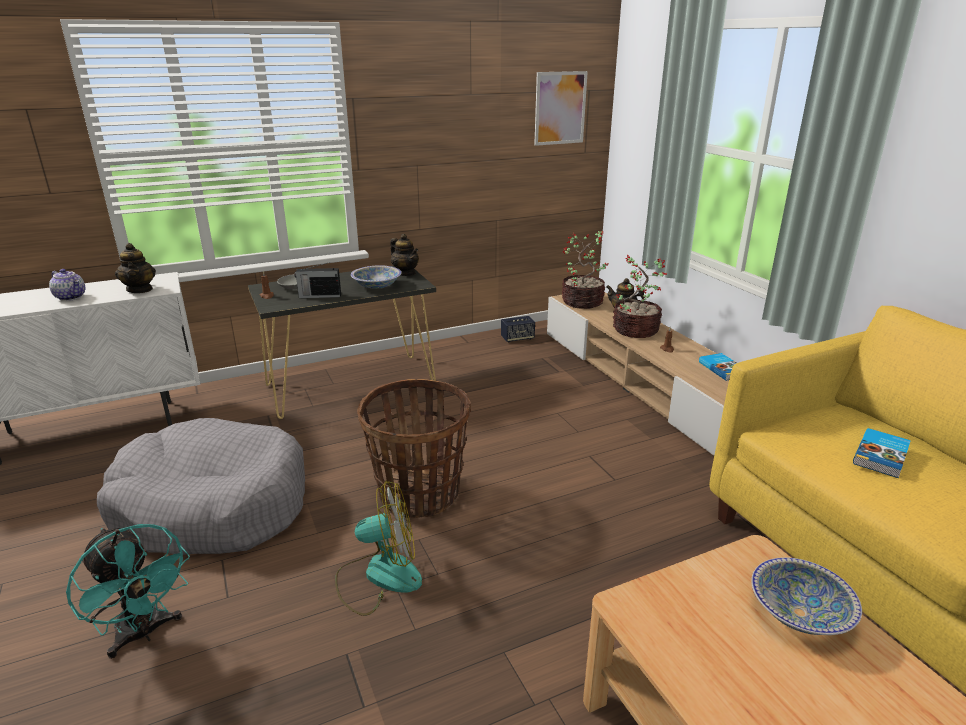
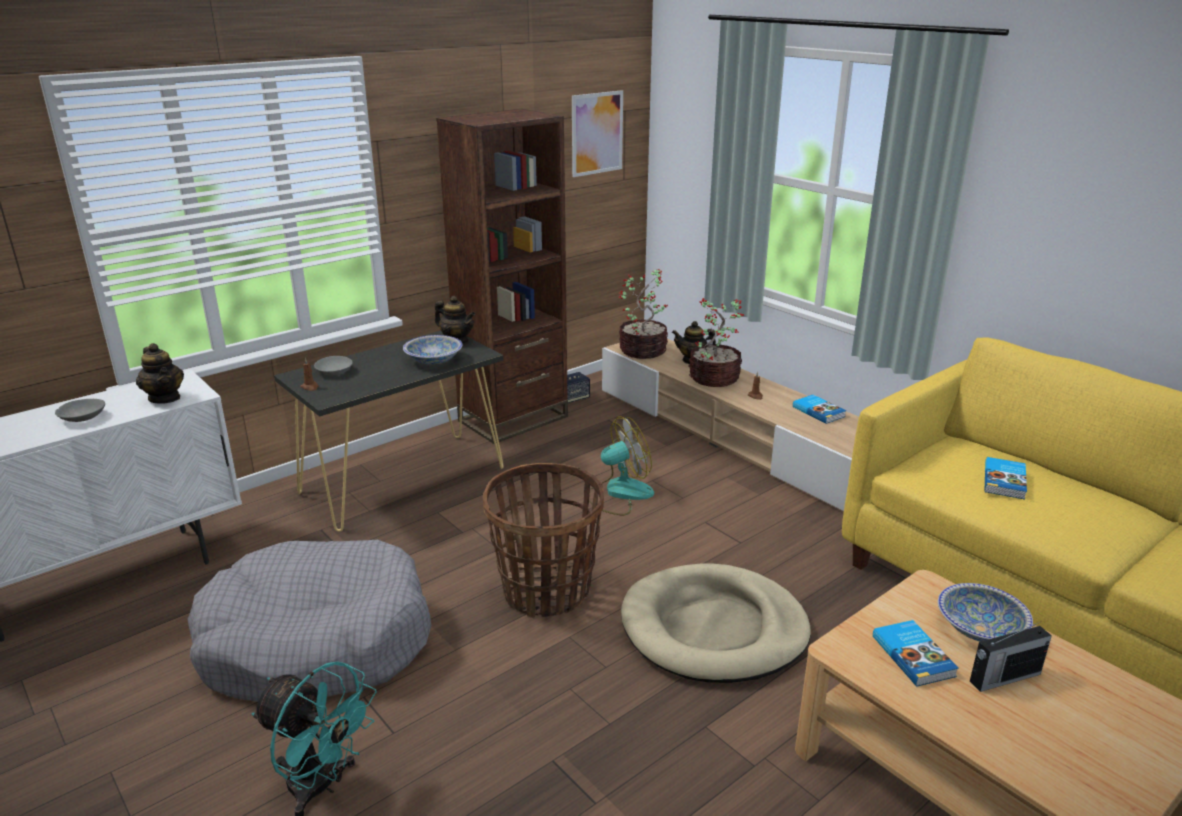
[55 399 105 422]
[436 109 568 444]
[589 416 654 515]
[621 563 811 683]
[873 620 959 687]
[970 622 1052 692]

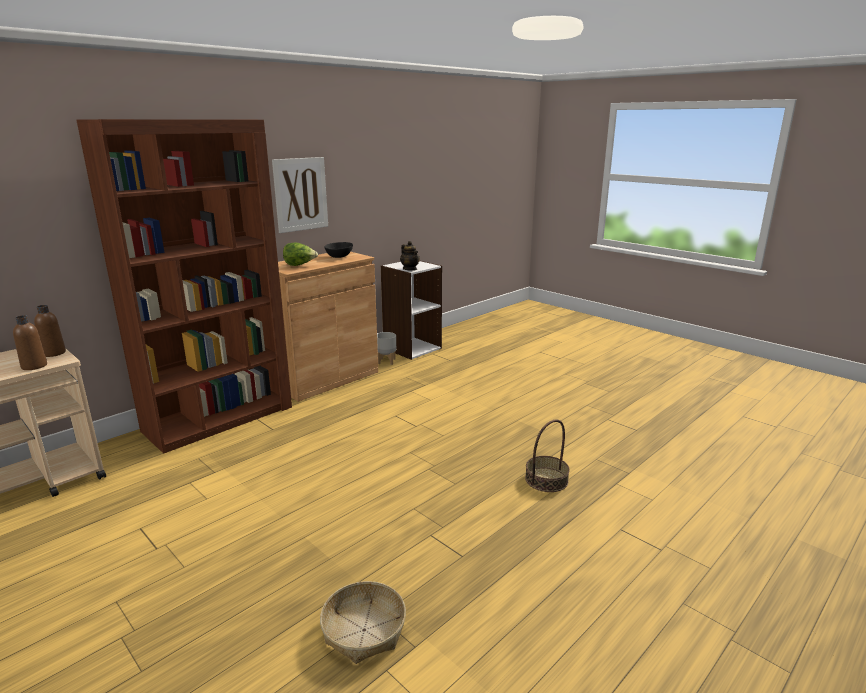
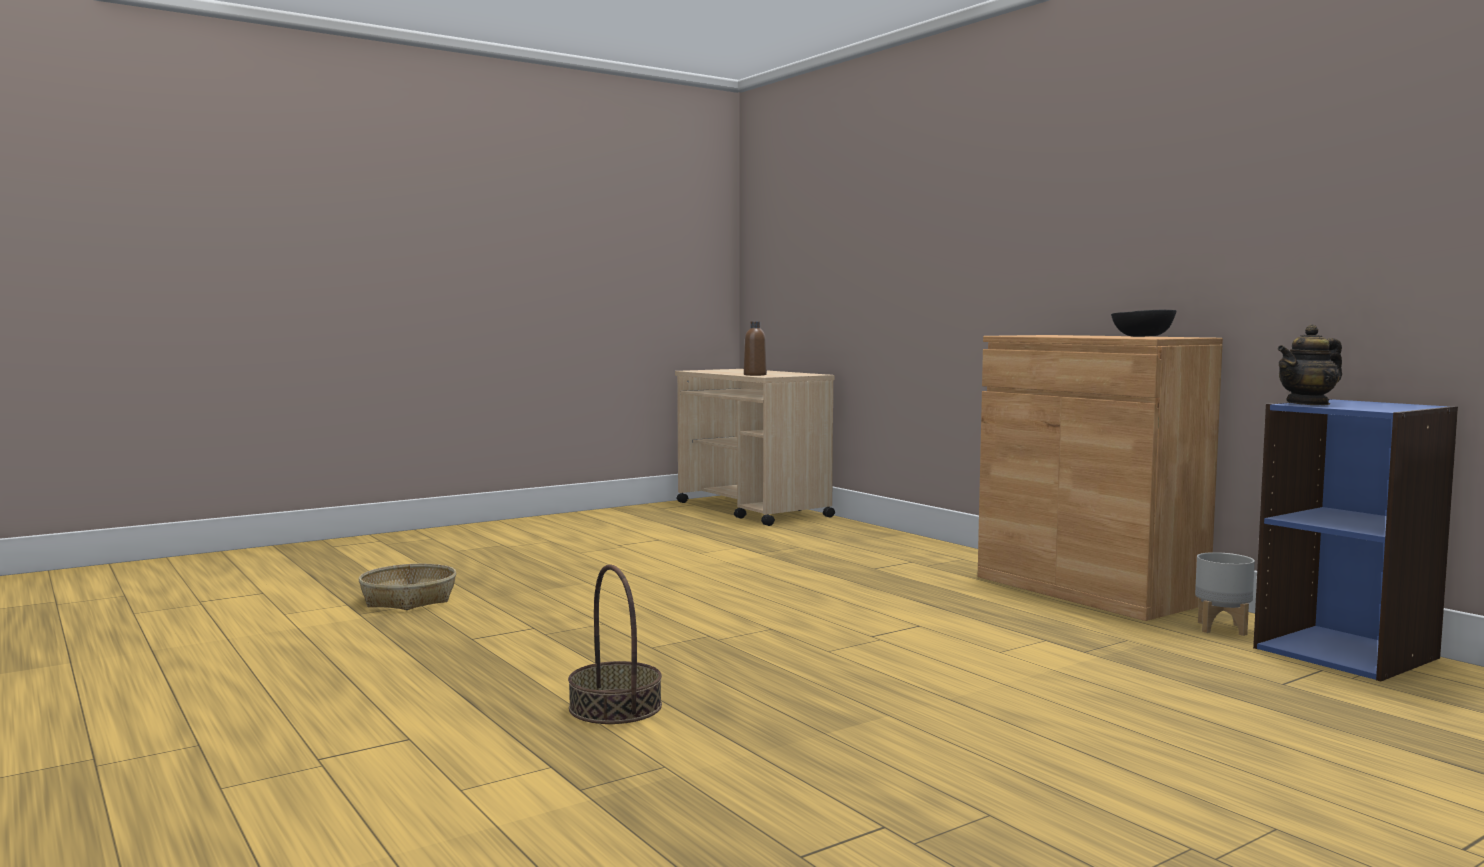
[1253 399 1458 681]
[34 305 66 357] (first image)
[76 119 292 454] (first image)
[272 157 328 233] (first image)
[283 242 318 266] (first image)

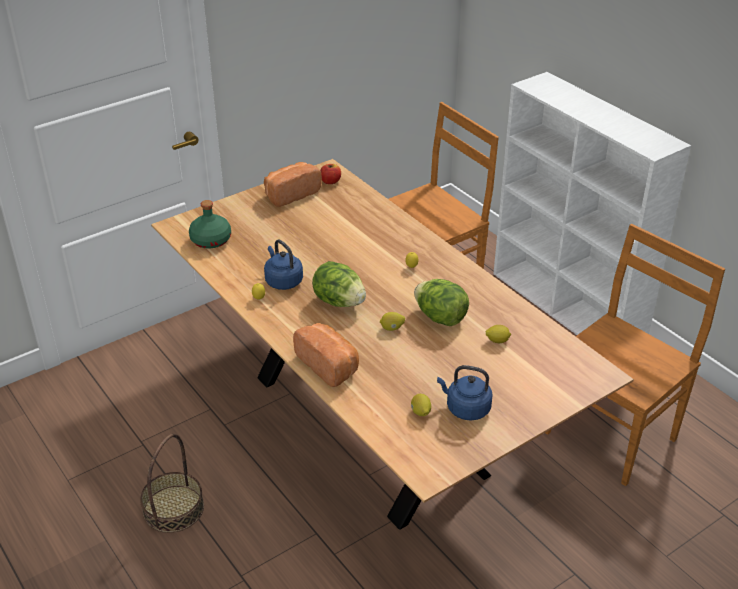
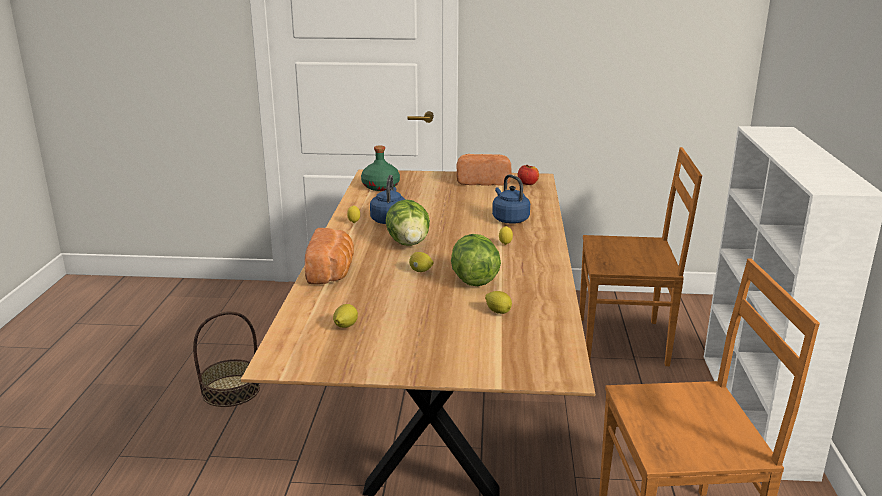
[492 174 530 224]

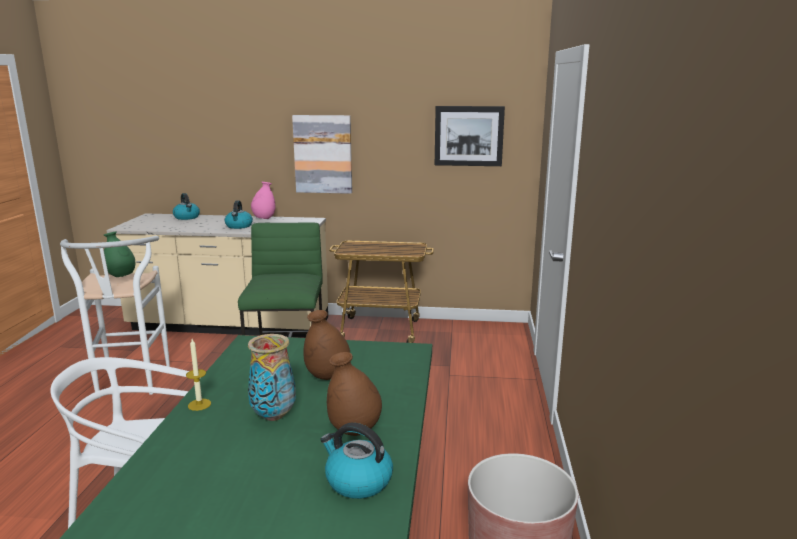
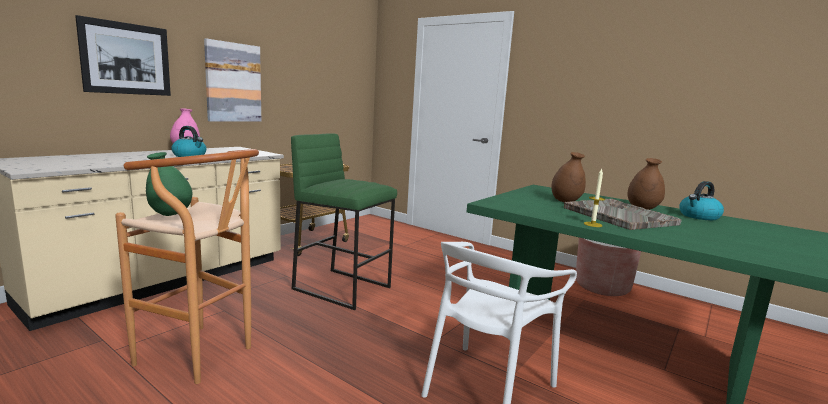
[75 15 171 96]
[115 149 259 384]
[564 199 682 230]
[173 193 200 220] (first image)

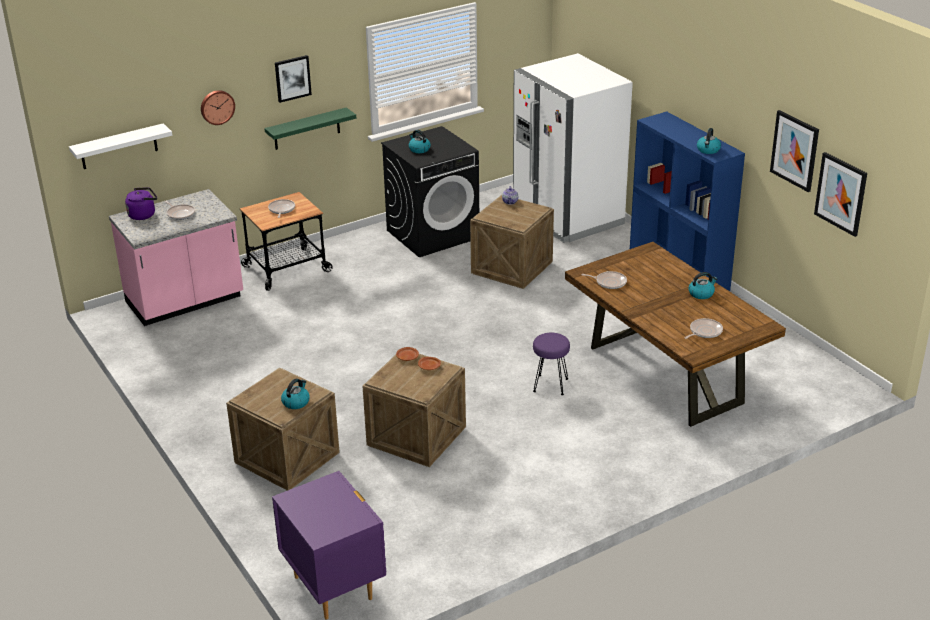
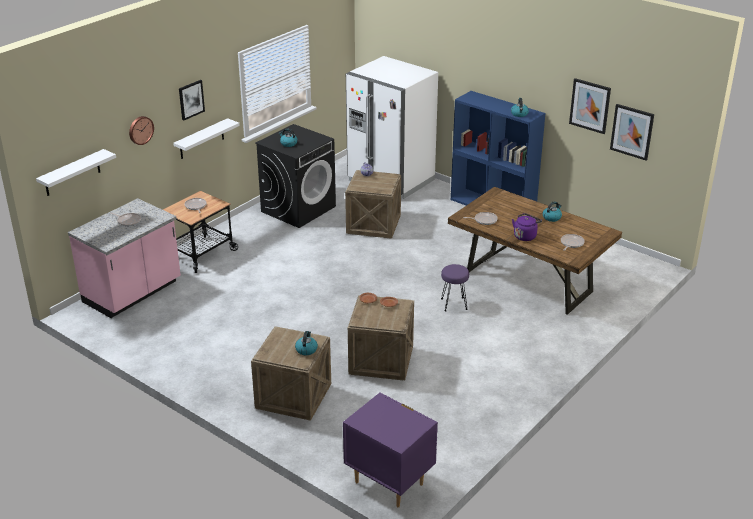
[173 118 240 159]
[512 213 542 241]

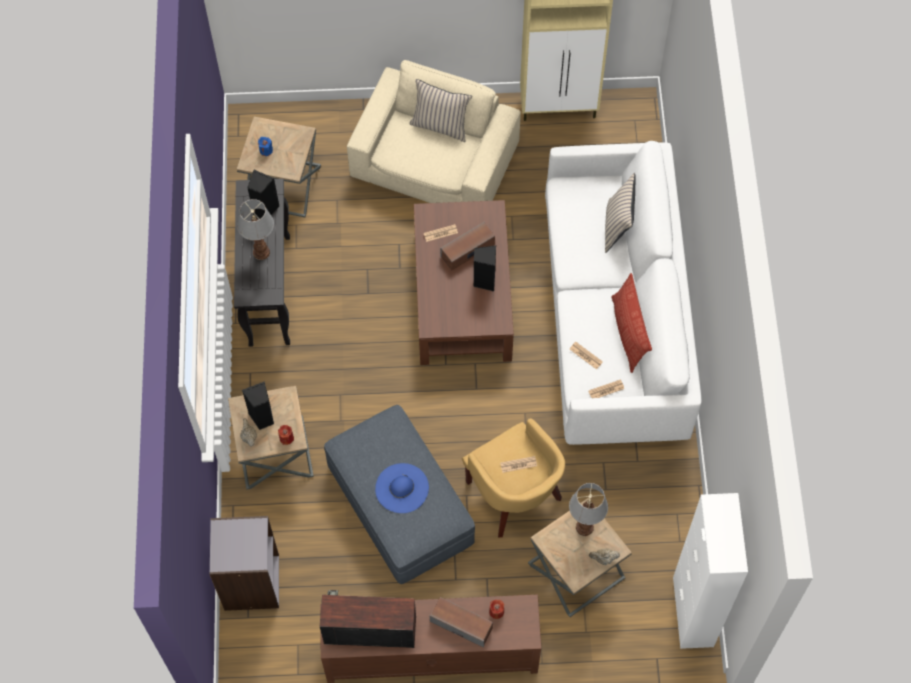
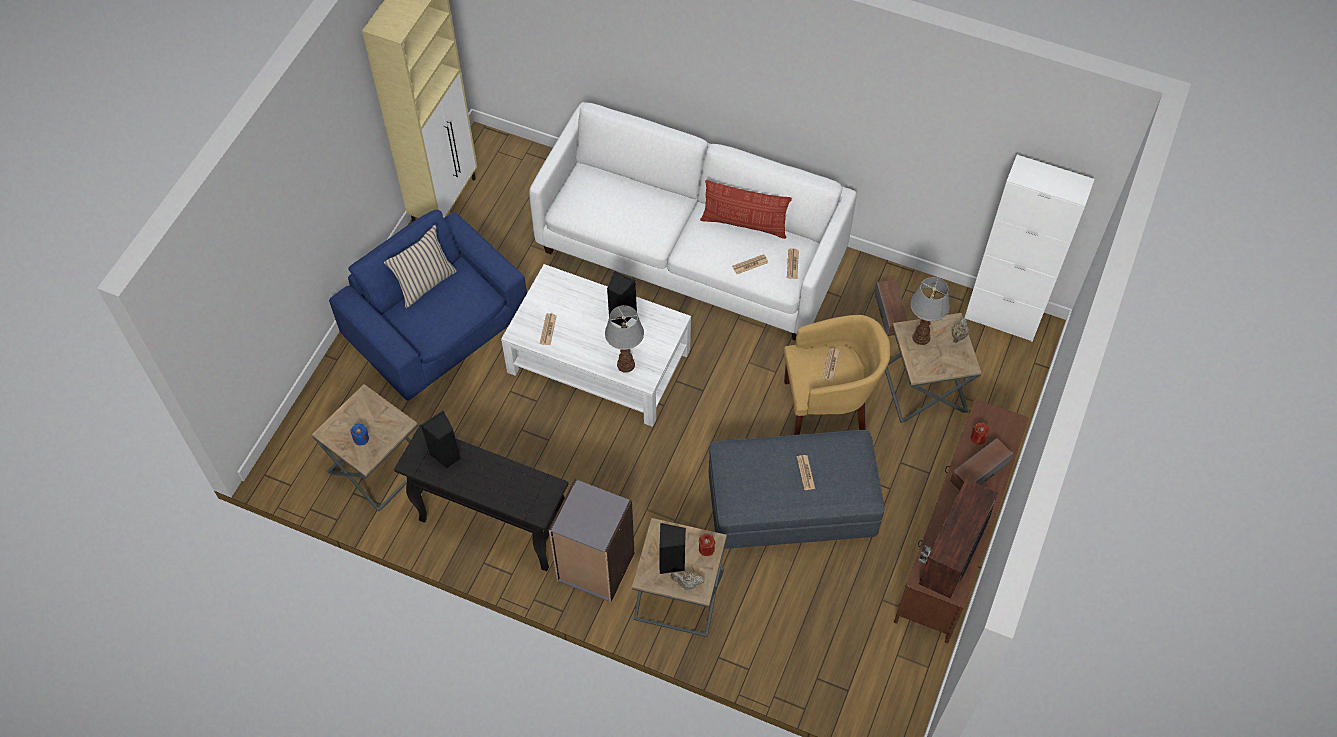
[329 210 527 401]
[501 264 691 427]
[549 479 634 602]
[605 305 644 373]
[797 455 815 490]
[874 280 908 336]
[605 173 636 253] (first image)

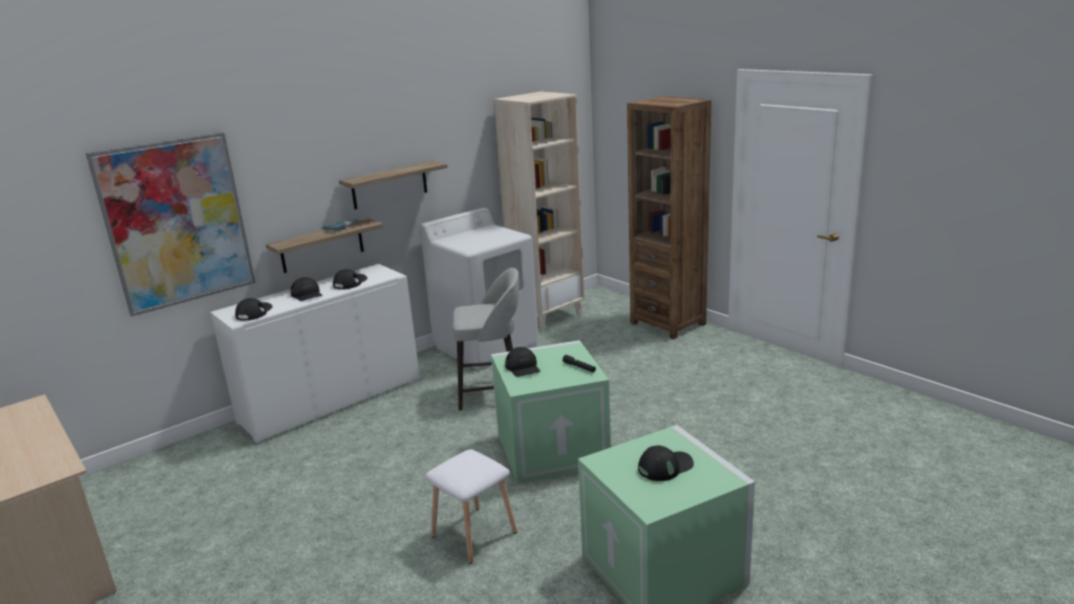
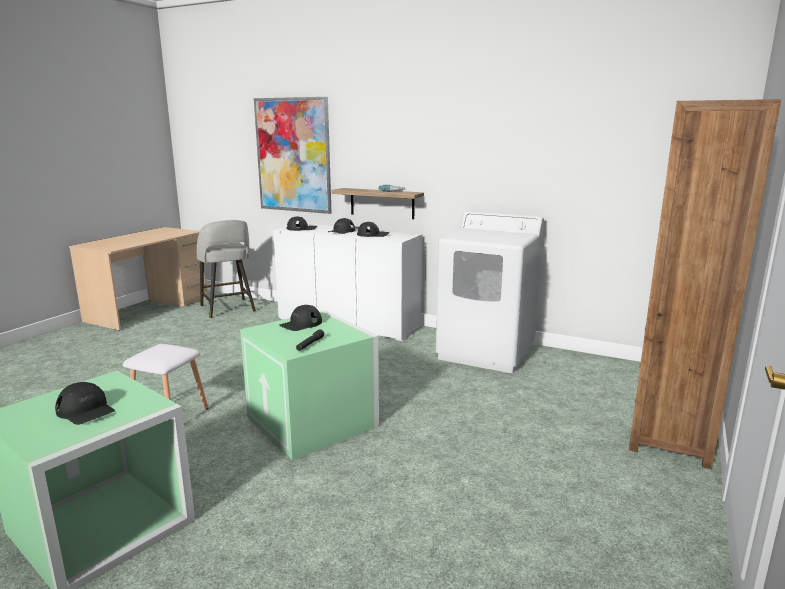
[197 220 256 318]
[339 161 448 209] (first image)
[494 91 585 331] (first image)

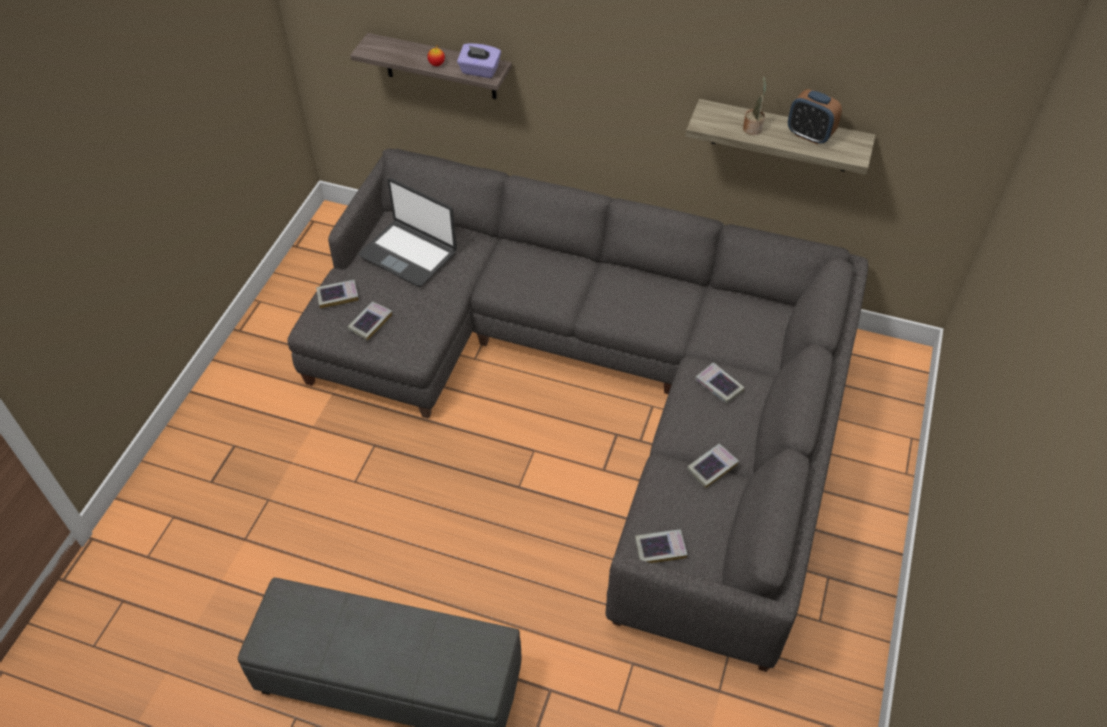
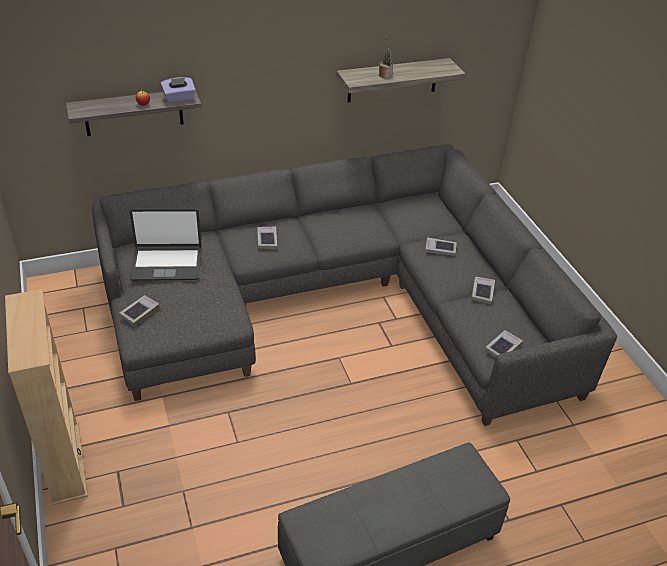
[5 289 88 505]
[257 227 277 249]
[788 89 842 145] (first image)

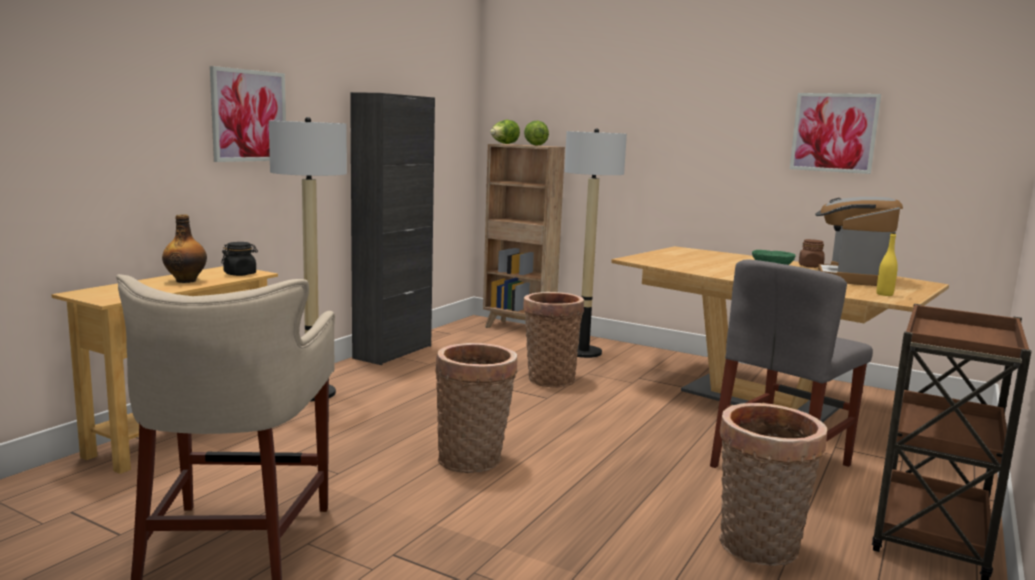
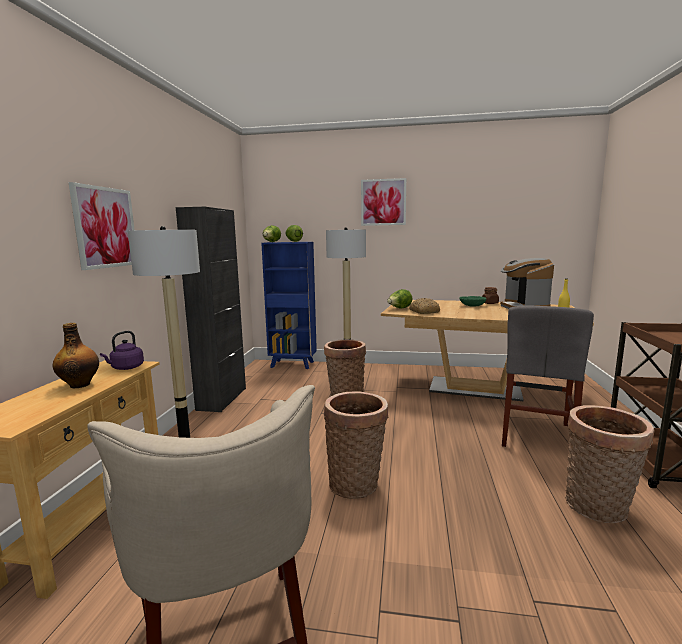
[100 331 144 370]
[261 242 317 369]
[361 178 406 226]
[387 289 412 309]
[409 298 440 314]

